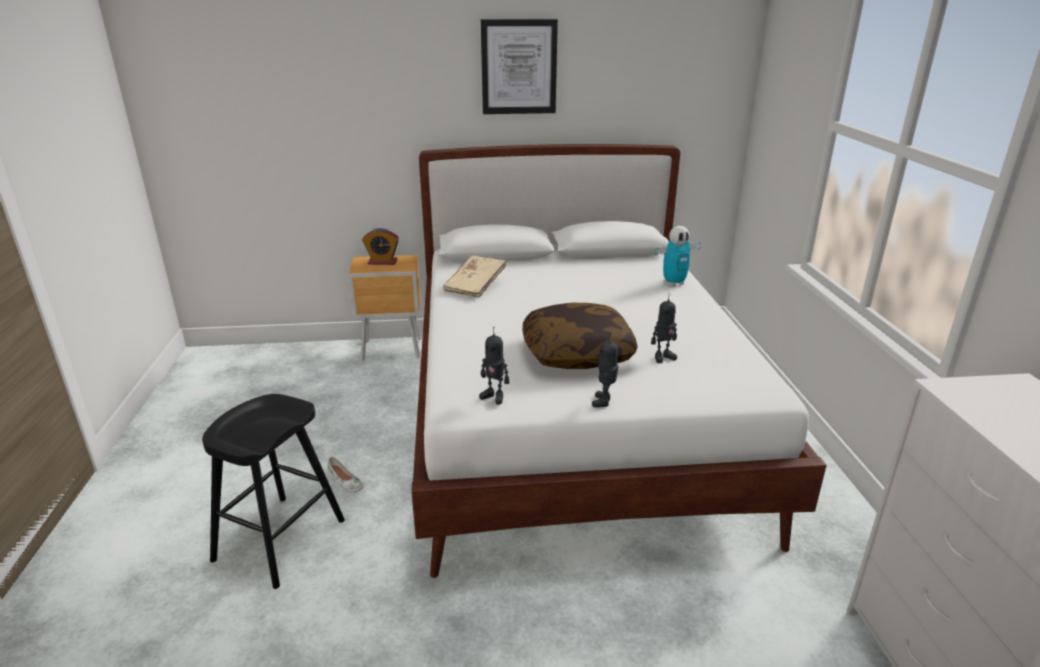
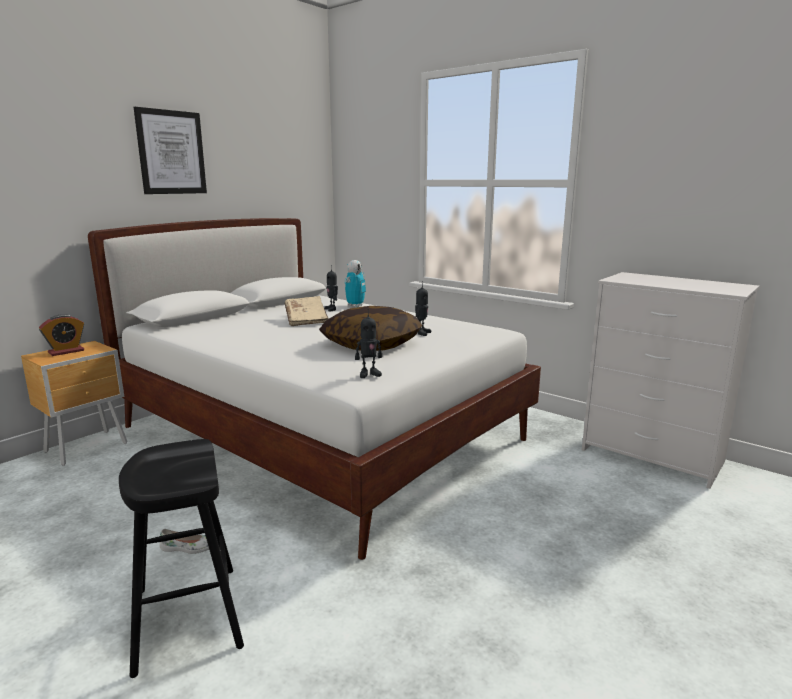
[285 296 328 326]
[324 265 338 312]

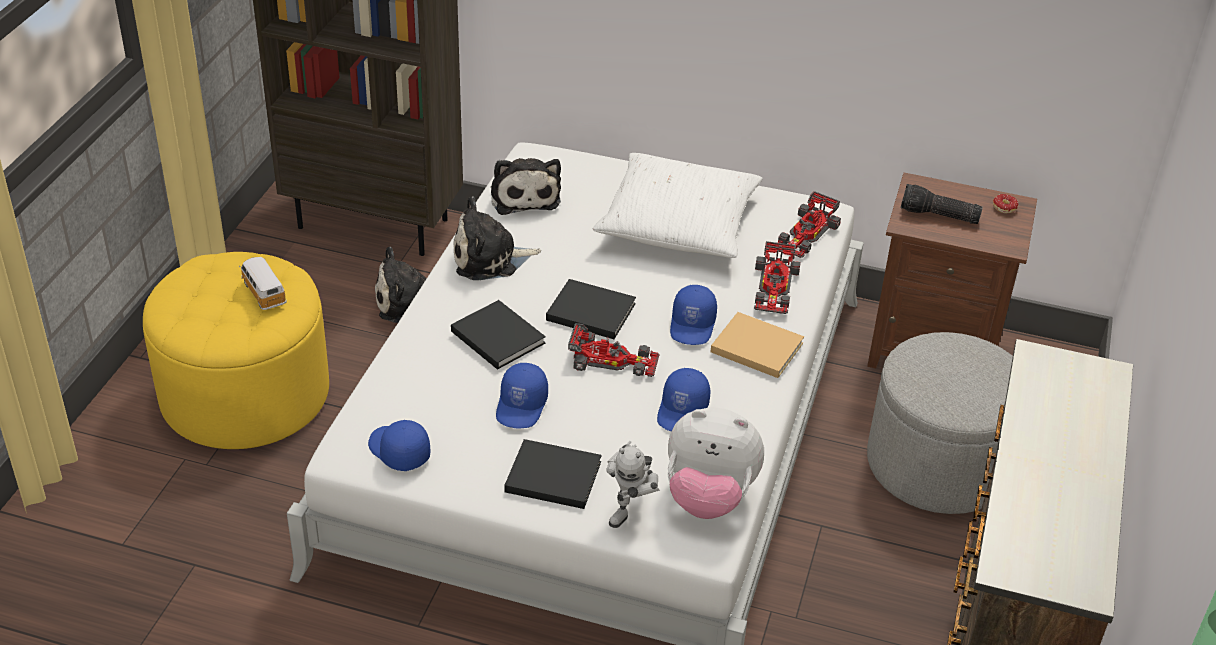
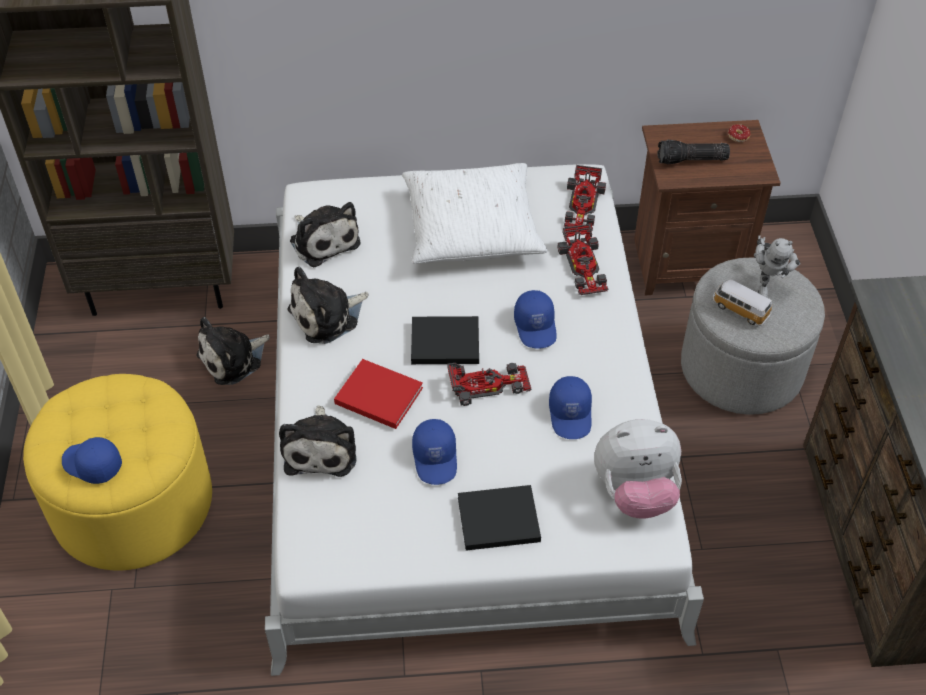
[62 437 122 484]
[279 405 357 477]
[334 359 423 429]
[713 280 772 326]
[754 235 801 298]
[711 312 804 378] (first image)

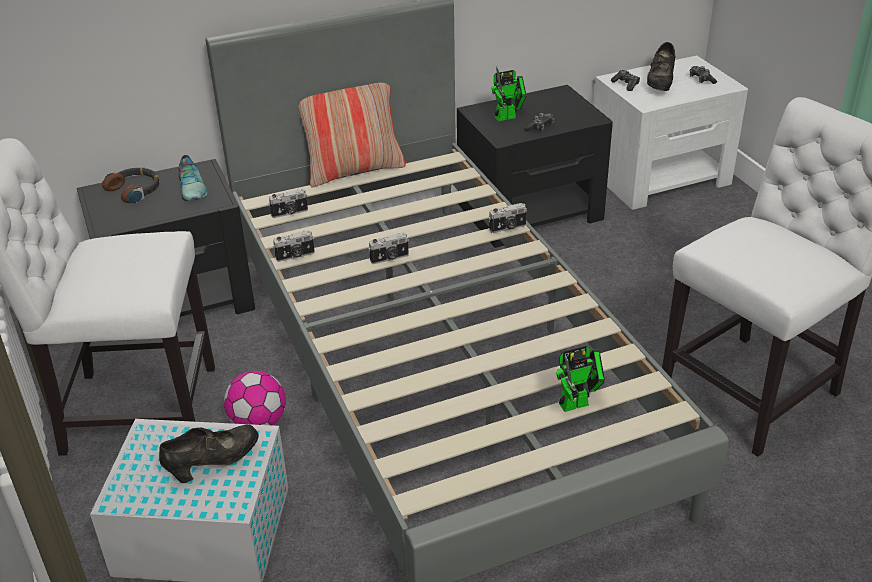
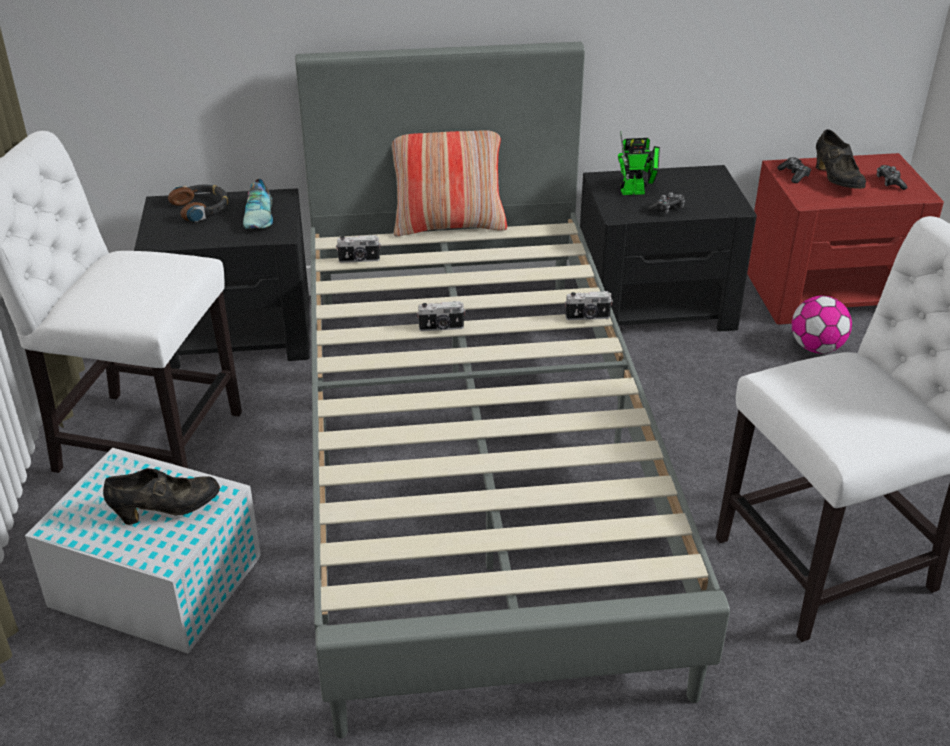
[747 153 944 325]
[792 296 852 354]
[816 129 866 189]
[273 230 315 262] (first image)
[556 346 605 412] (first image)

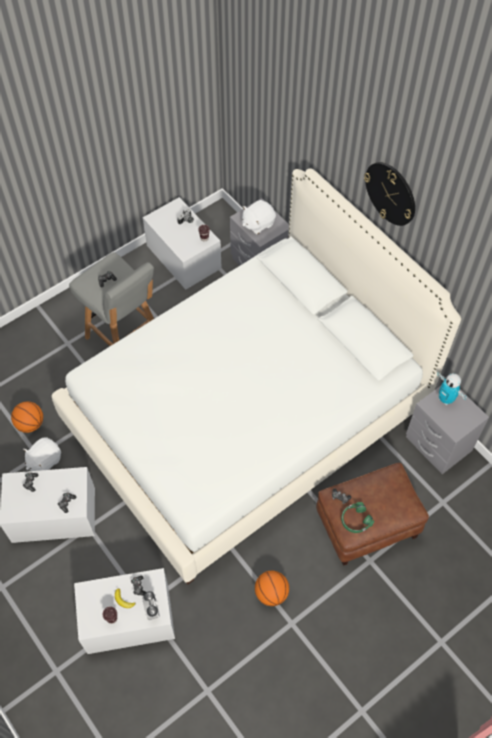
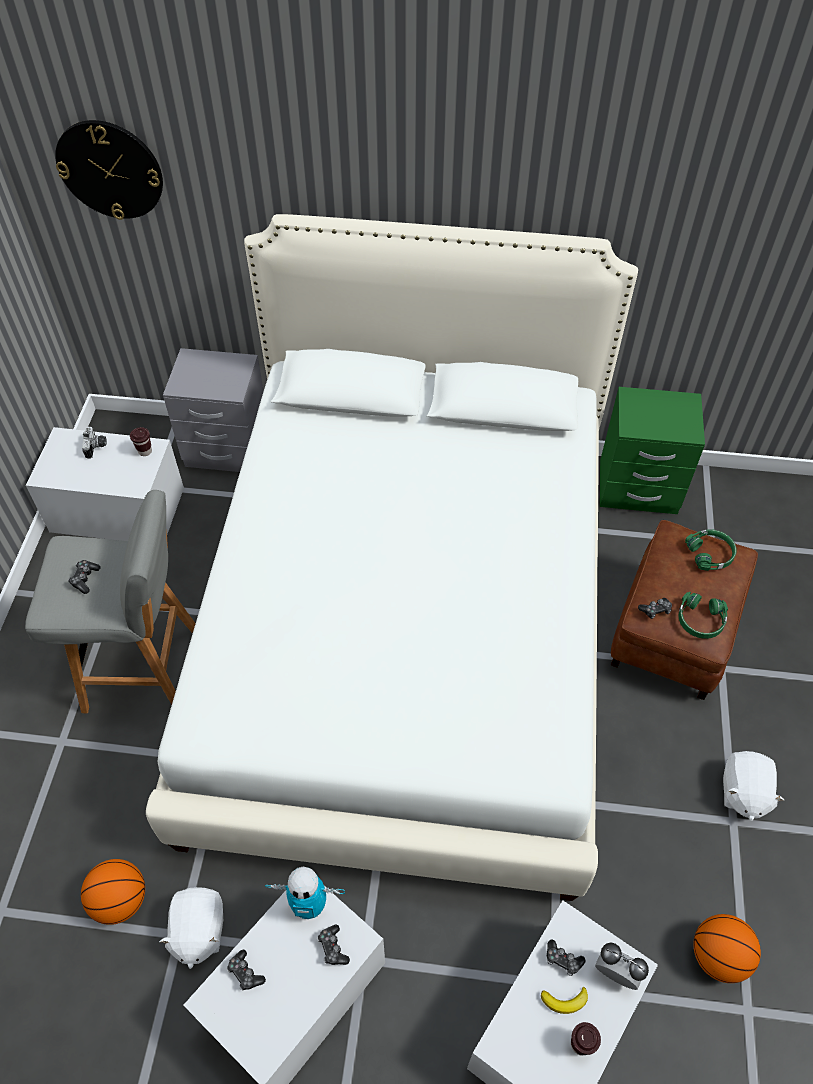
[55 120 163 220]
[265 867 345 919]
[600 387 705 514]
[685 529 737 571]
[694 914 761 983]
[723 751 784 821]

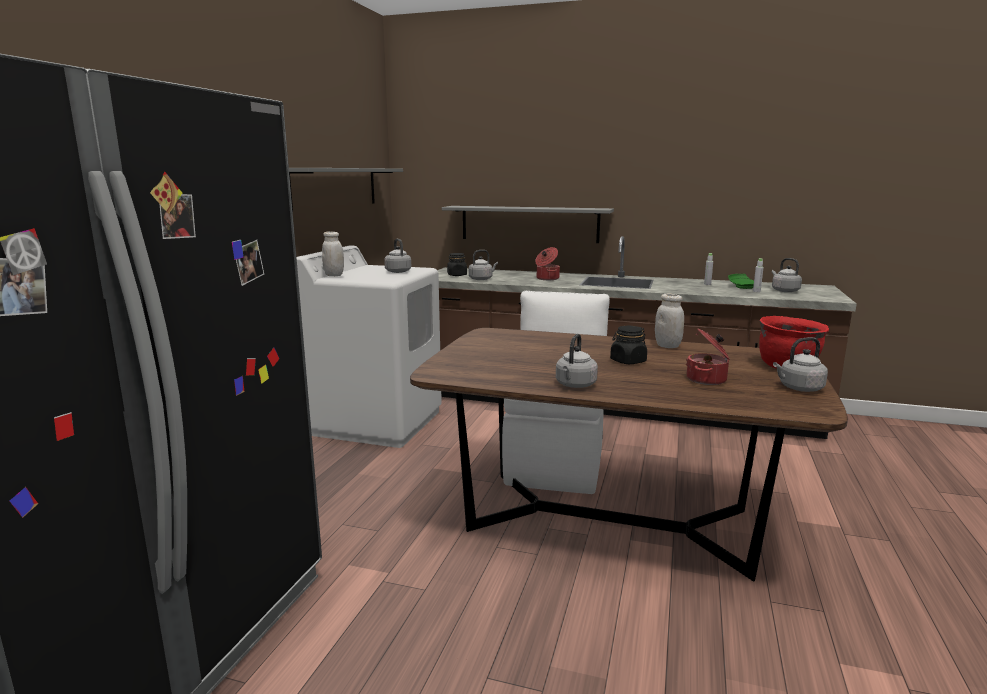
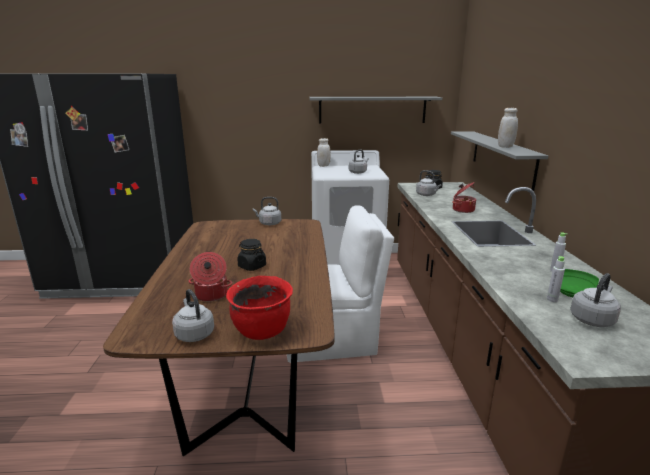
[253 197 281 225]
[498 108 518 148]

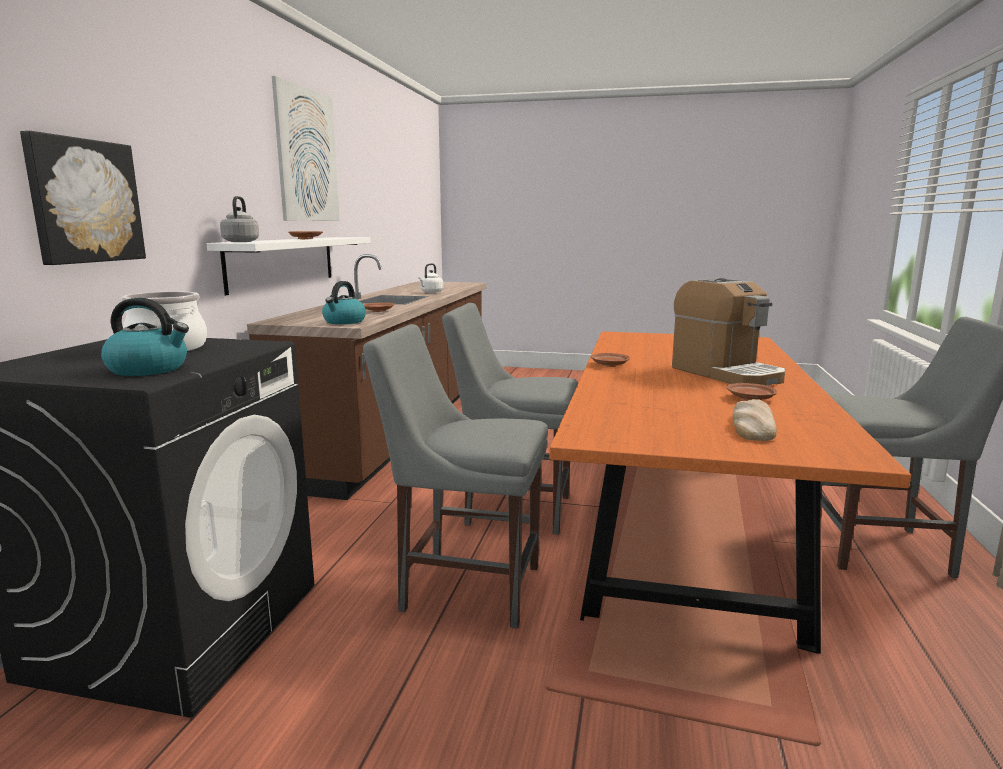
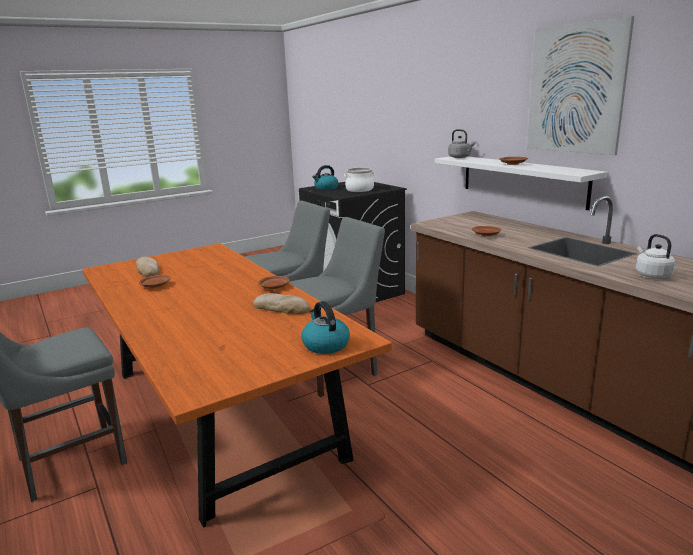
[253 293 310 314]
[302 301 350 354]
[20 131 146 265] (first image)
[672 278 785 385] (first image)

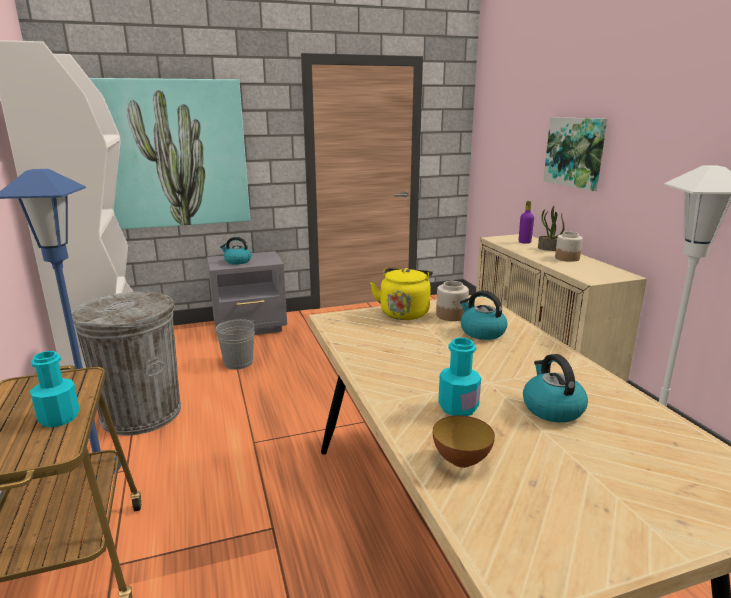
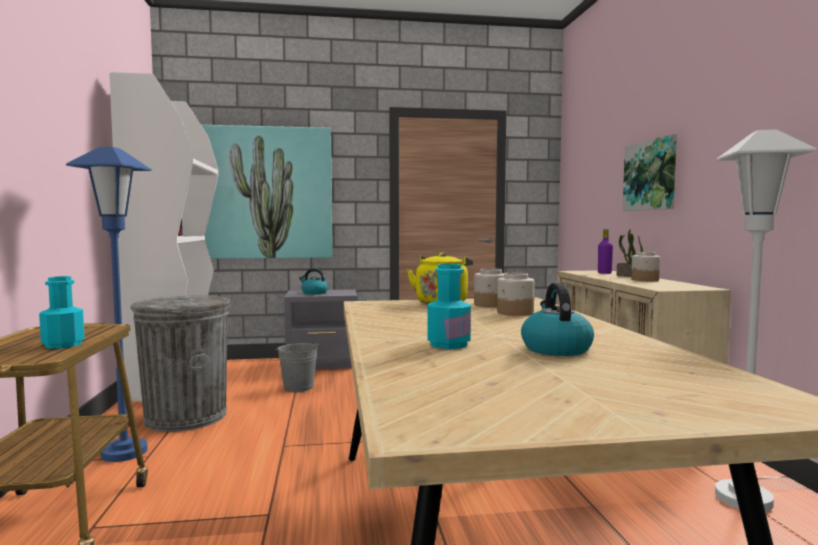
[497 273 534 316]
[433 415 495 468] (first image)

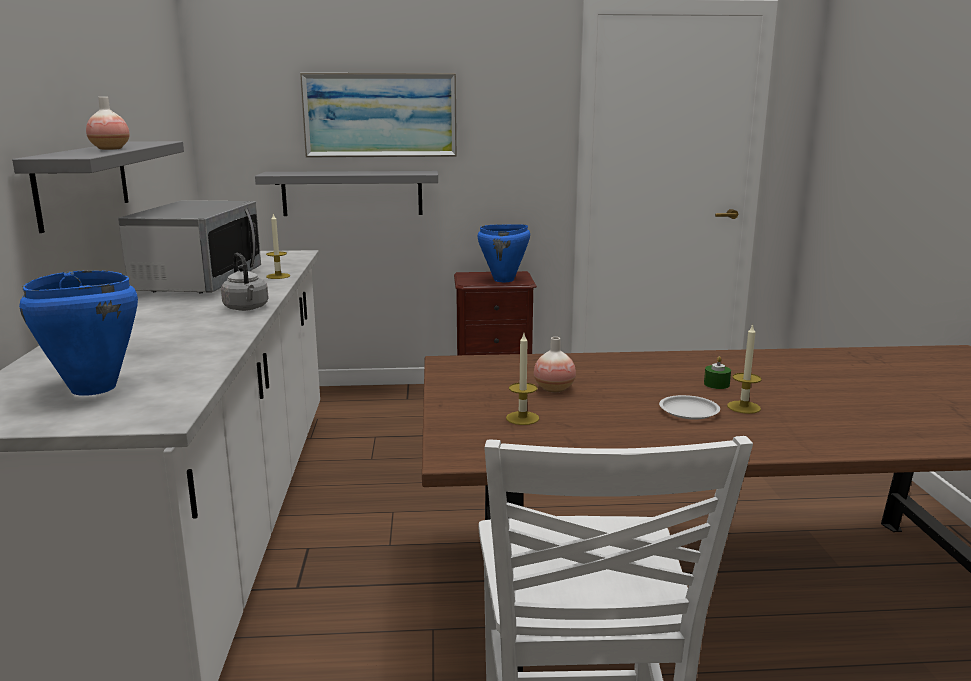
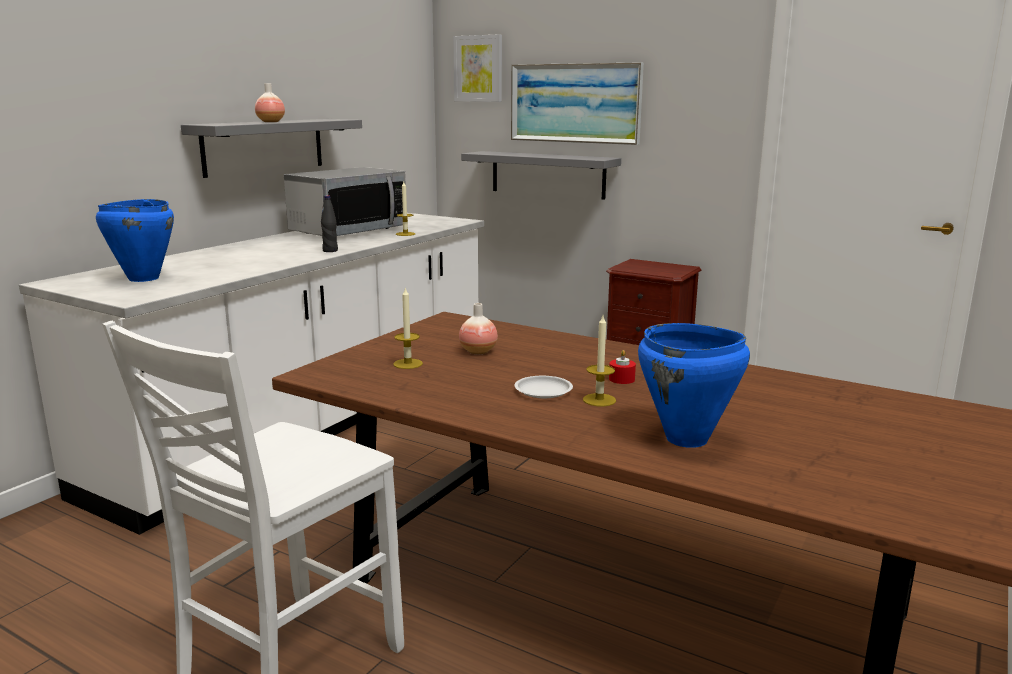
[321 195 338 252]
[453 34 502 102]
[609 350 636 384]
[638 323 750 448]

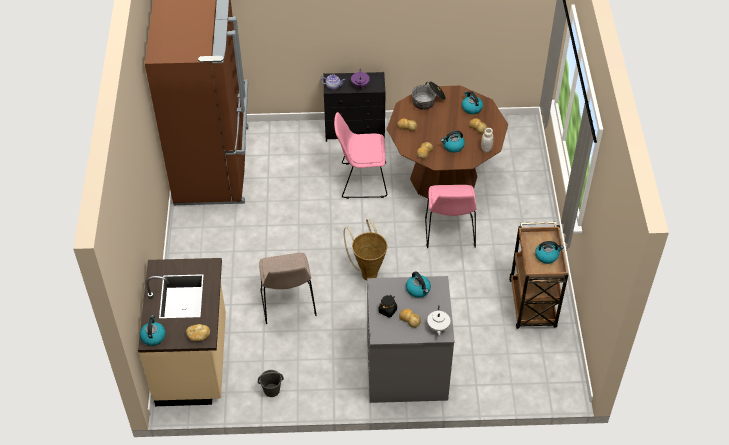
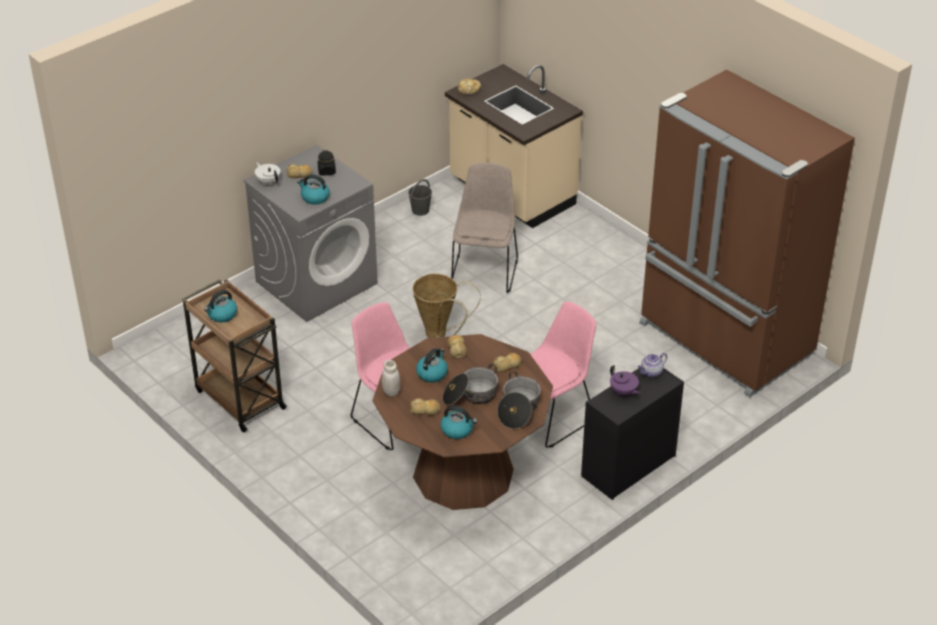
[443 364 498 405]
[451 163 518 293]
[140 315 165 346] (first image)

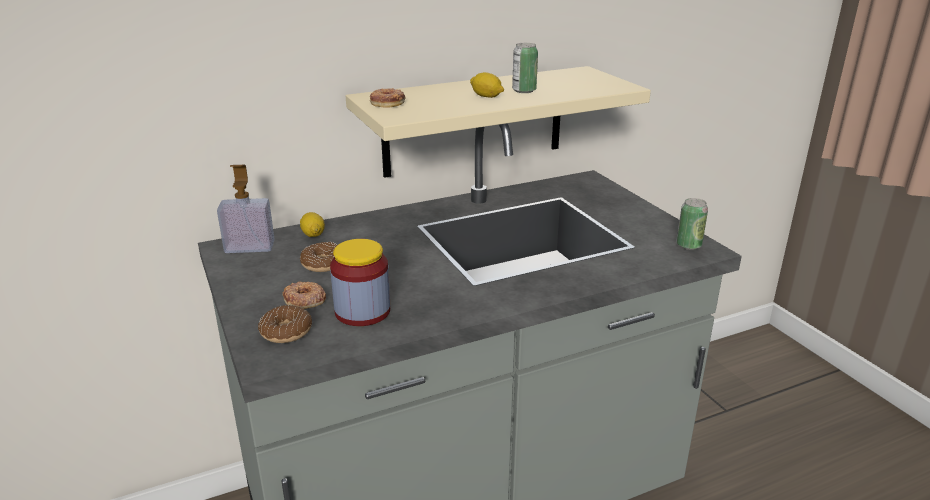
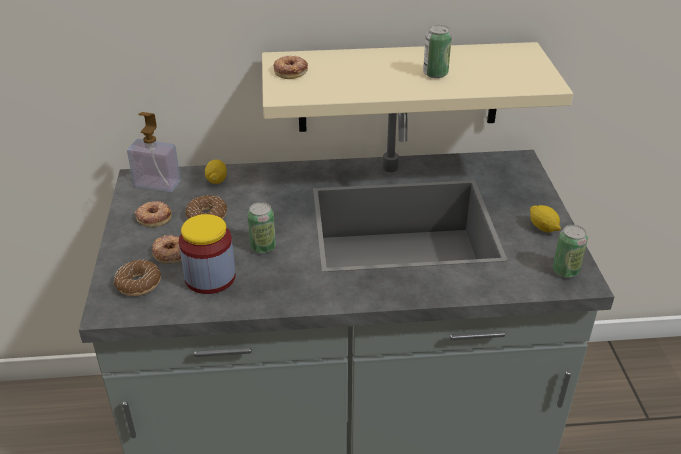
[135 201 172 227]
[247 202 276 253]
[530 205 561 233]

